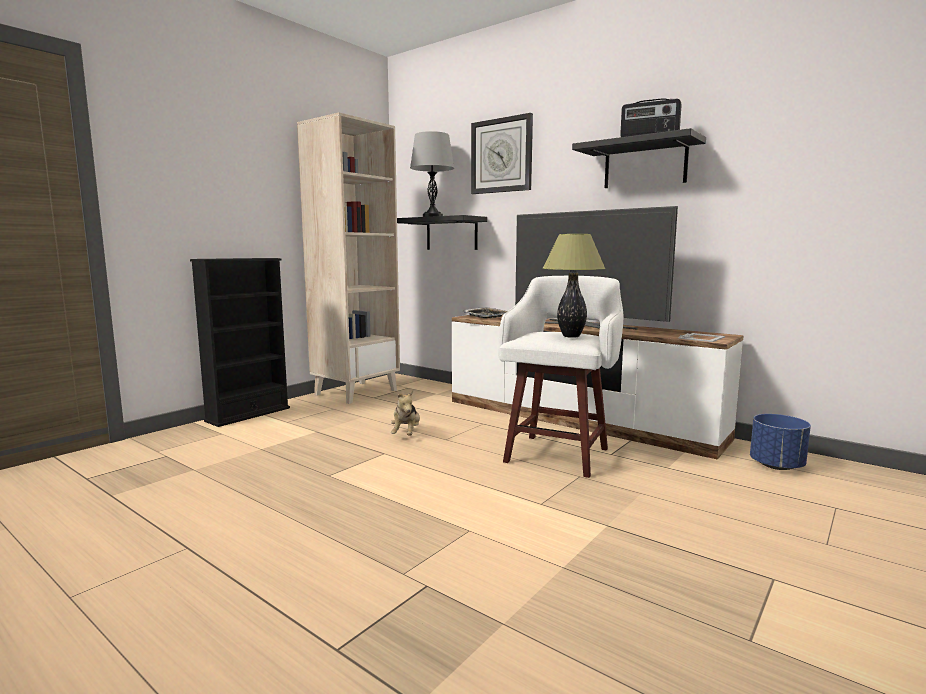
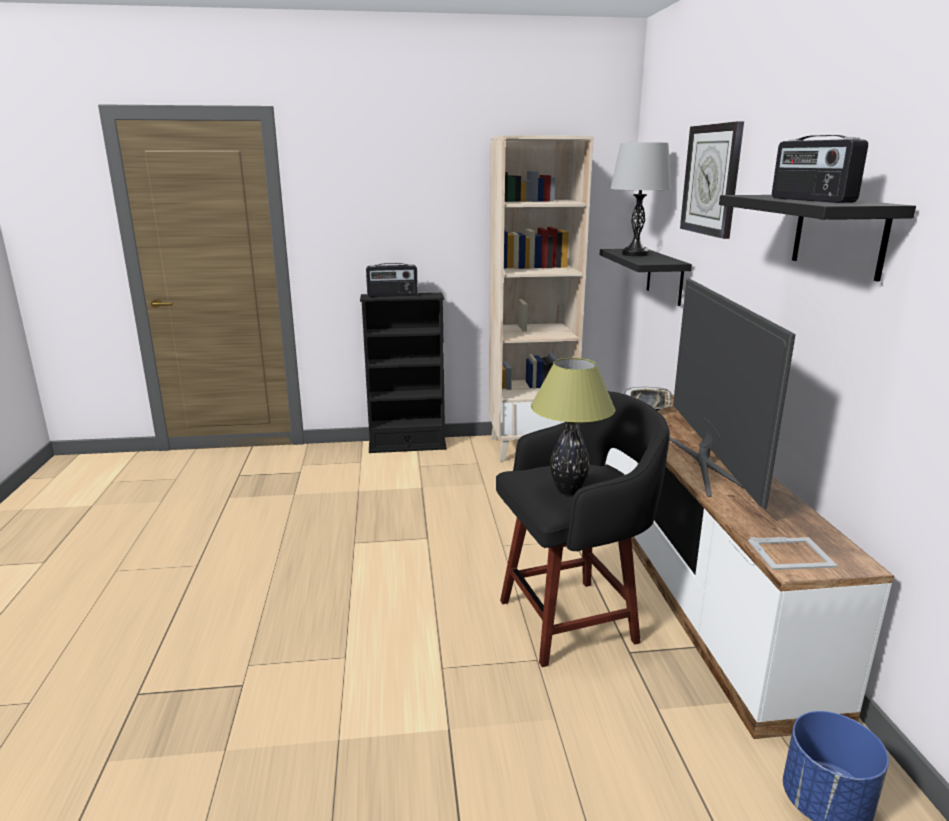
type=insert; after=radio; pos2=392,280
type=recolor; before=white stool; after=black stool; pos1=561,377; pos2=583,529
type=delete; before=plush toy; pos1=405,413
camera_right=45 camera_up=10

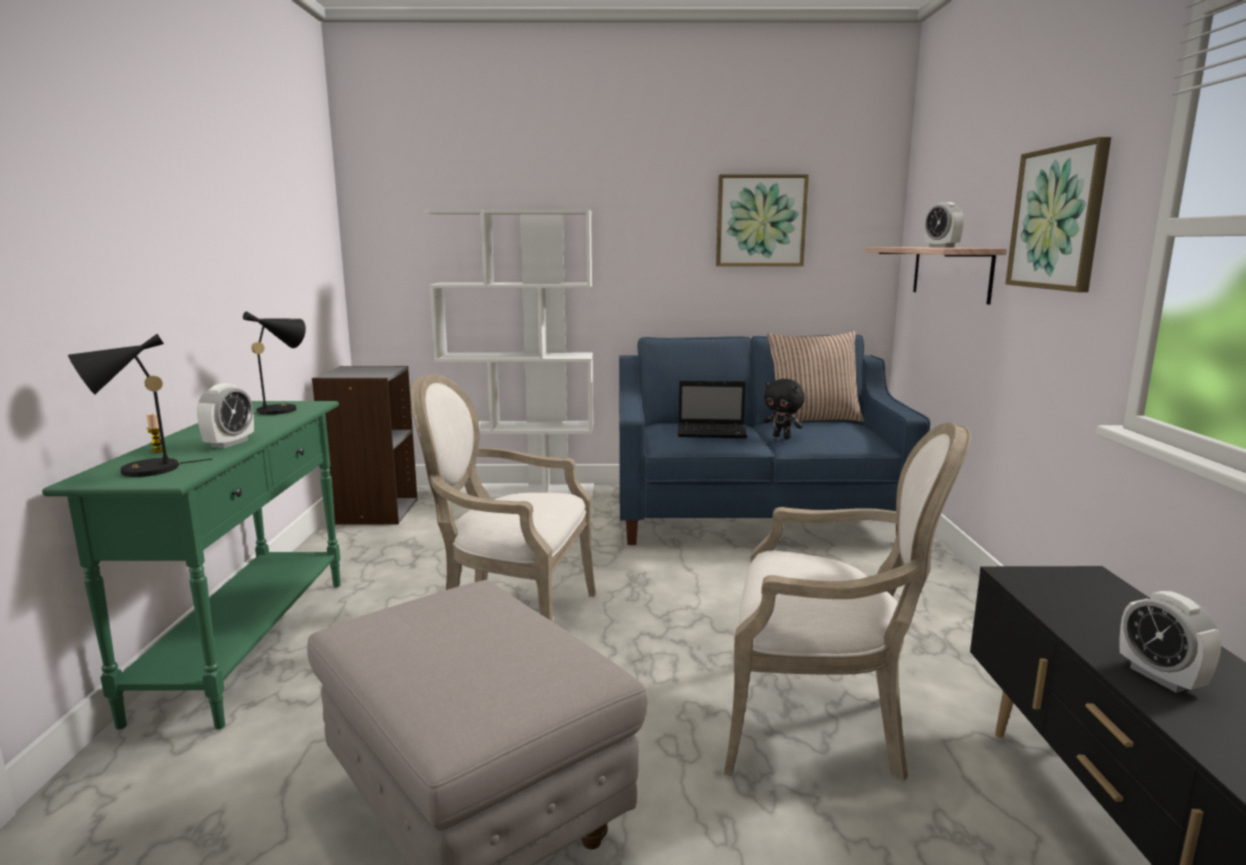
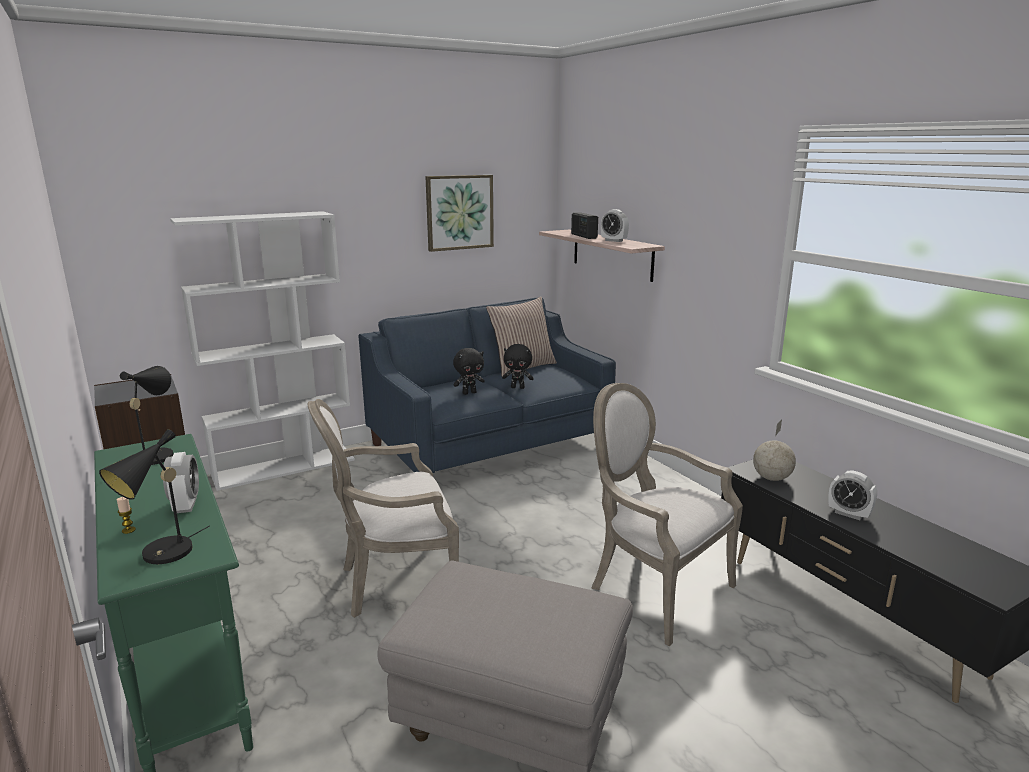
type=replace; before=laptop; after=black plush toy; pos1=712,409; pos2=469,371
type=insert; after=radio; pos2=584,225
type=rotate; before=armchair; pos1=847,601; pos2=667,514; turn=-120
type=insert; after=globe; pos2=774,450
type=delete; before=picture; pos1=1058,214
camera_right=-30 camera_up=5

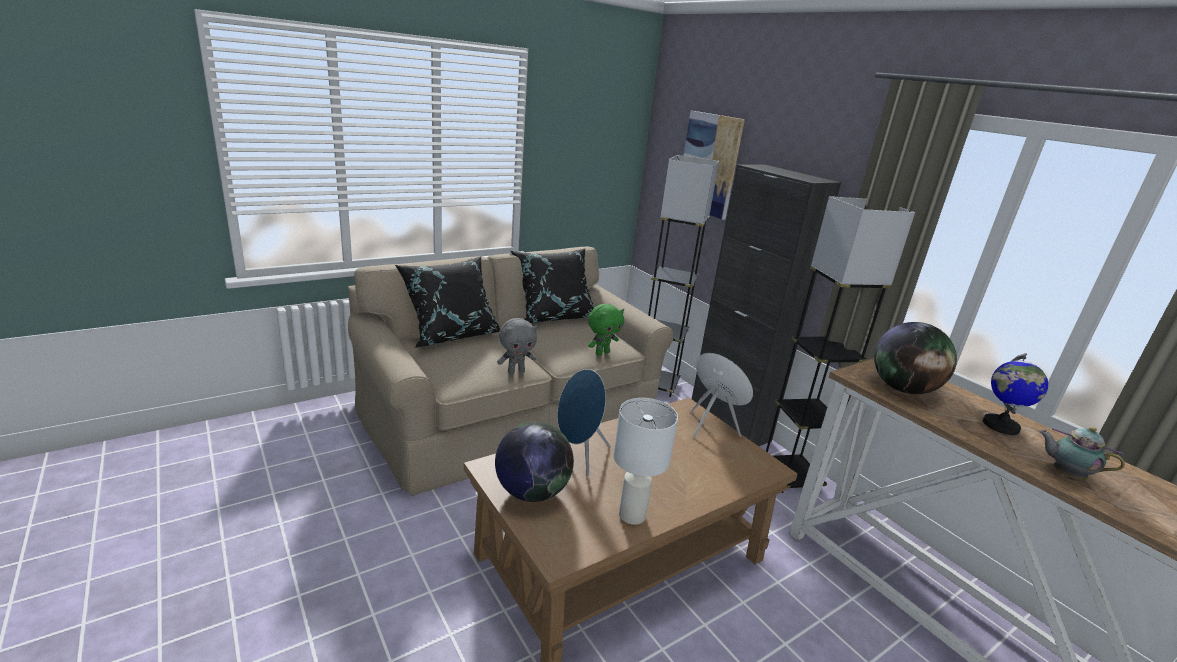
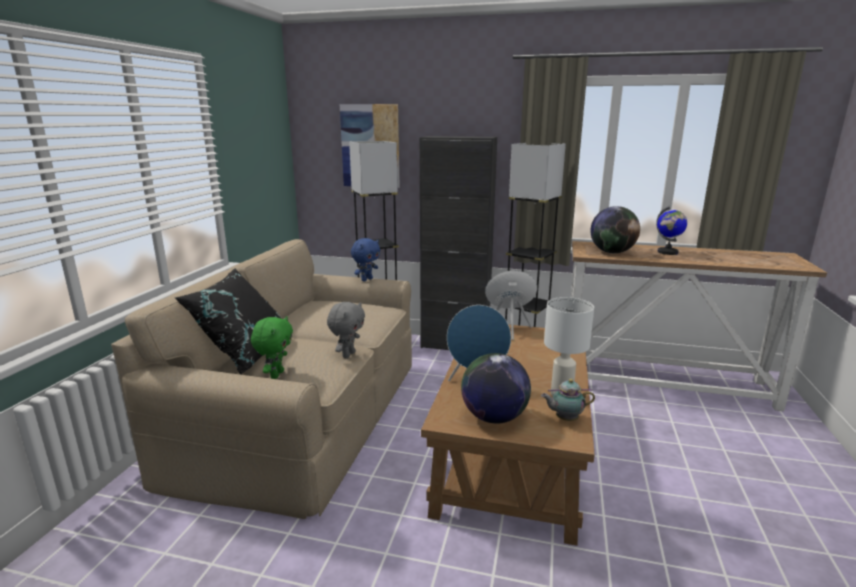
type=move; before=green plush toy; pos1=606,330; pos2=272,347
type=insert; after=blue plush toy; pos2=365,259
type=move; before=teapot; pos1=1082,453; pos2=568,400
type=delete; before=black pillow; pos1=552,286
camera_right=-40 camera_up=-5

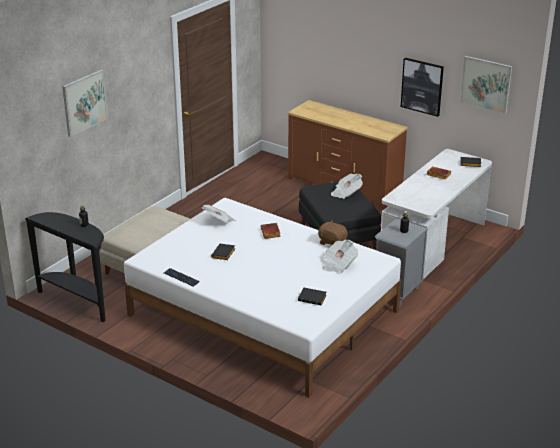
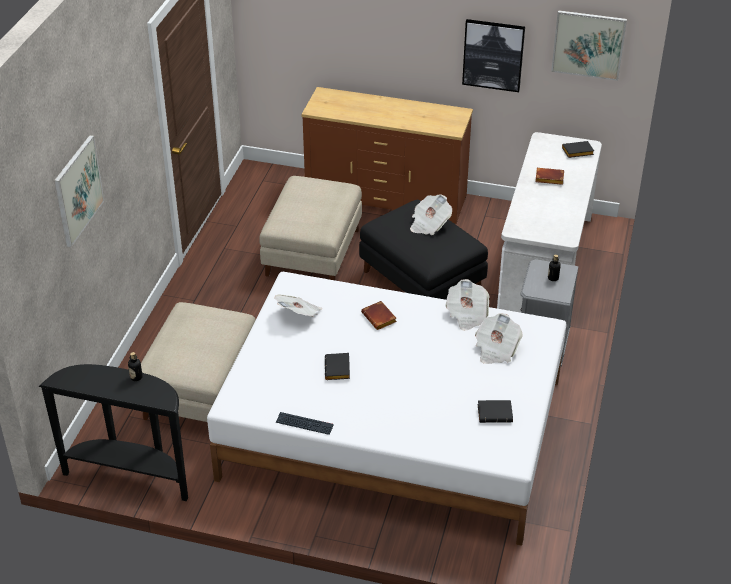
type=insert; after=beige ottoman; pos2=310,228
type=replace; before=brown plush toy; after=newspaper; pos1=333,233; pos2=467,305
camera_right=-20 camera_up=10

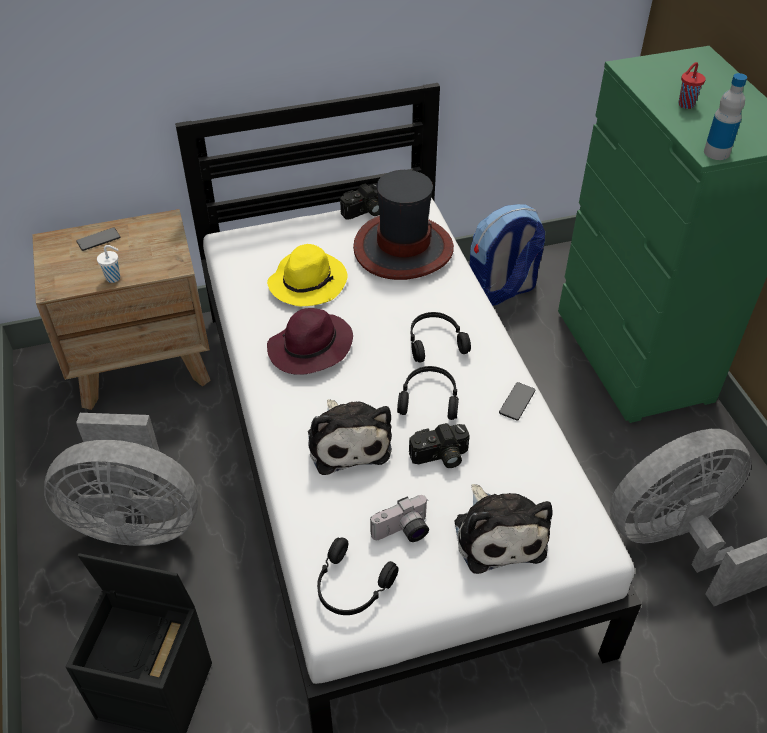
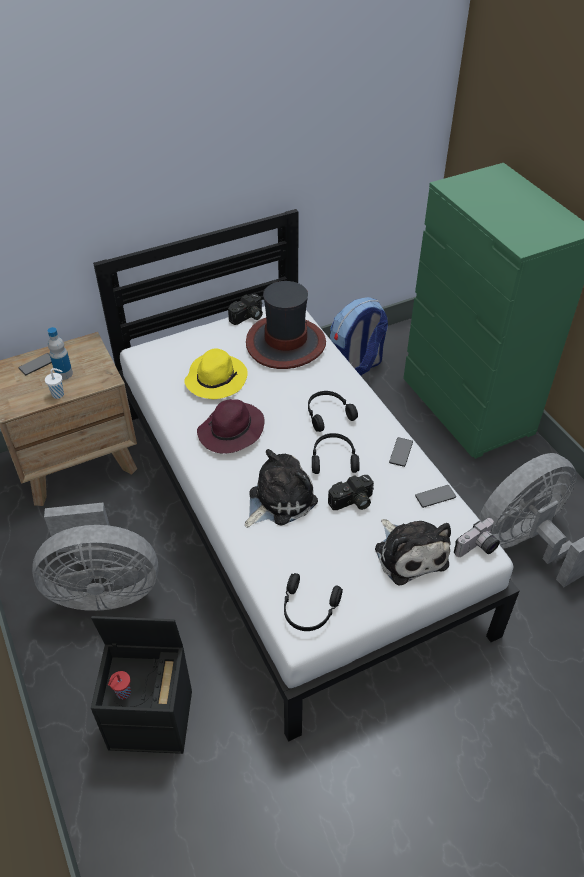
type=move; before=bottle; pos1=725,116; pos2=60,353
type=move; before=red cup; pos1=692,85; pos2=119,685
type=rotate; before=plush toy; pos1=350,437; pos2=281,488; turn=-105
type=insert; after=phone; pos2=435,496
type=move; before=photo camera; pos1=399,518; pos2=477,537
camera_right=-10 camera_up=0

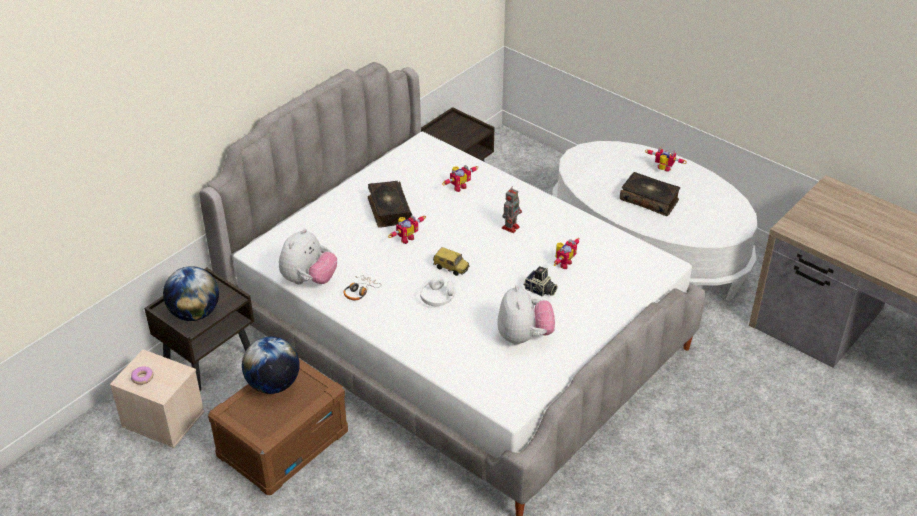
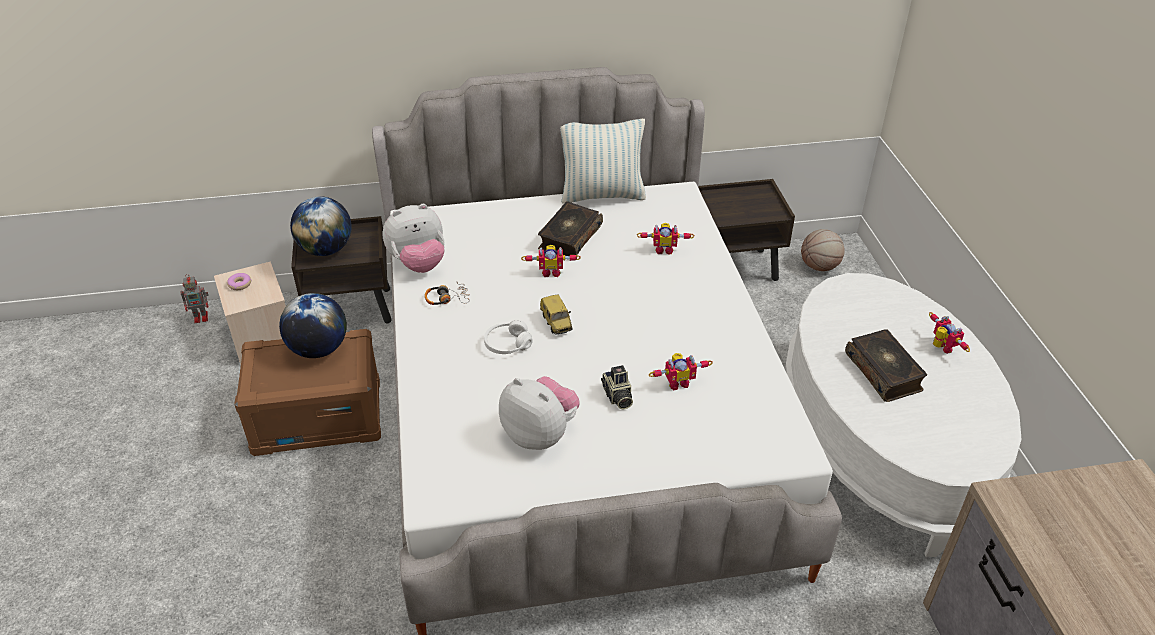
type=move; before=toy robot; pos1=512,209; pos2=194,298
type=rotate; before=plush toy; pos1=526,315; pos2=539,413; turn=-90
type=insert; after=pillow; pos2=603,161
type=insert; after=basketball; pos2=823,250
camera_right=40 camera_up=0

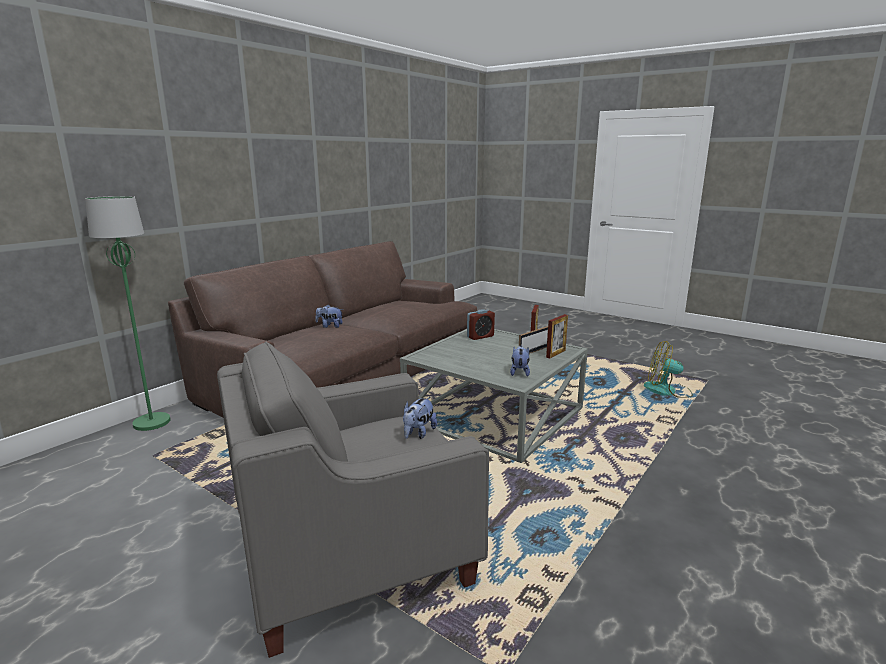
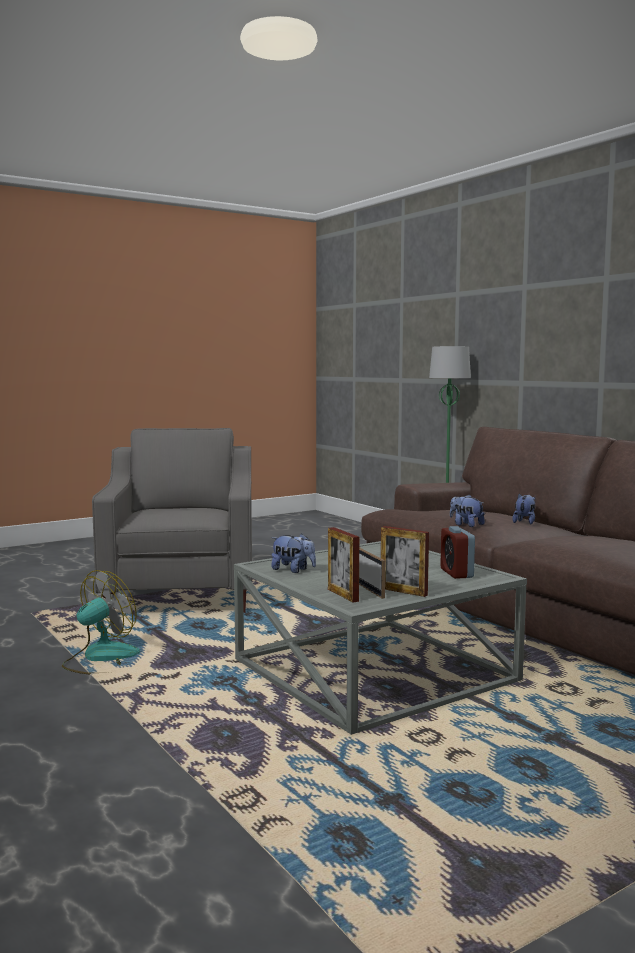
type=move; before=fan; pos1=668,369; pos2=101,622
type=move; before=plush toy; pos1=420,418; pos2=467,511
camera_right=110 camera_up=-10

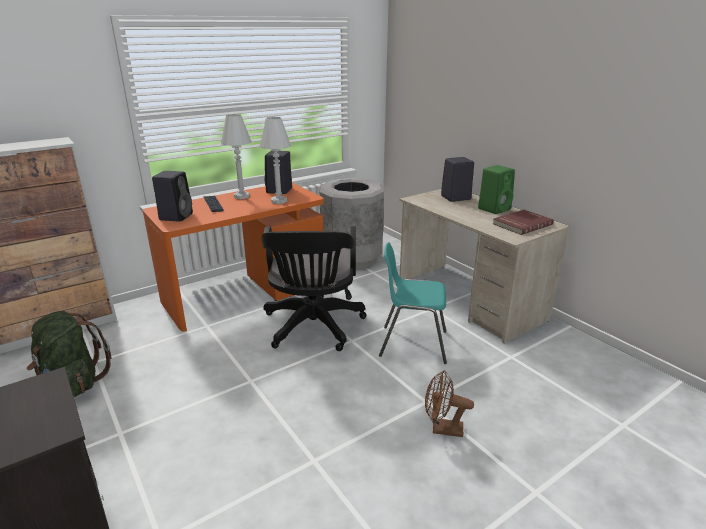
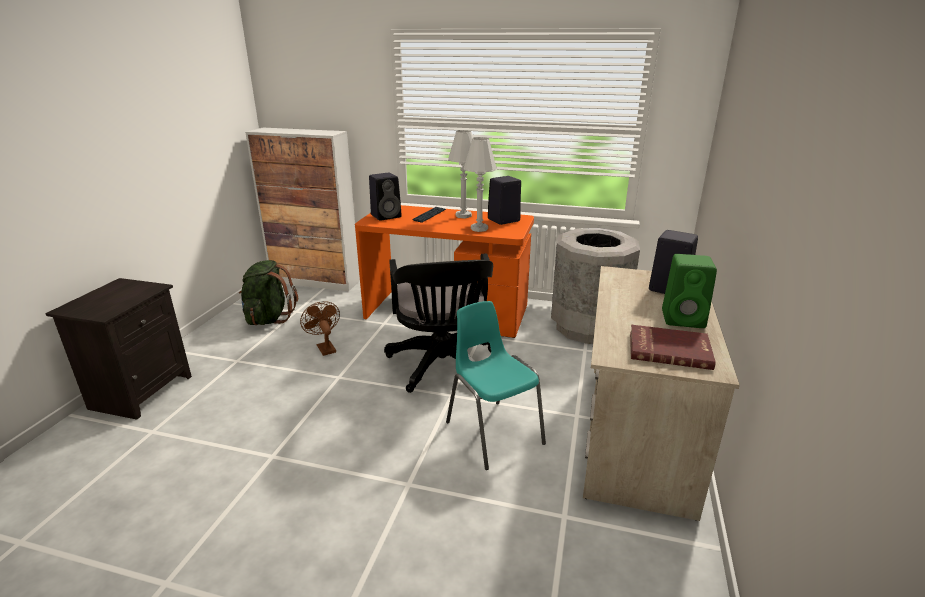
type=move; before=brown fan; pos1=449,403; pos2=320,328
type=rotate; before=black office chair; pos1=314,288; pos2=438,323; turn=-60
camera_right=50 camera_up=0

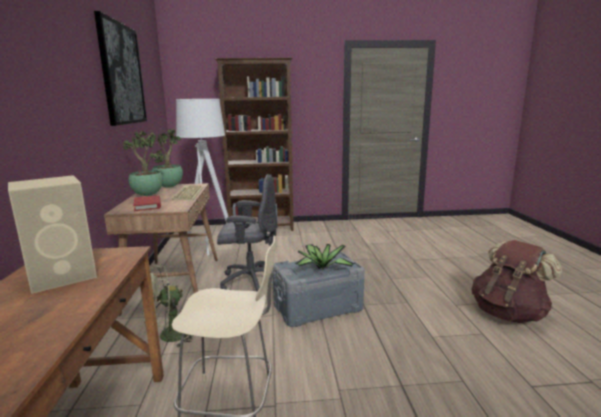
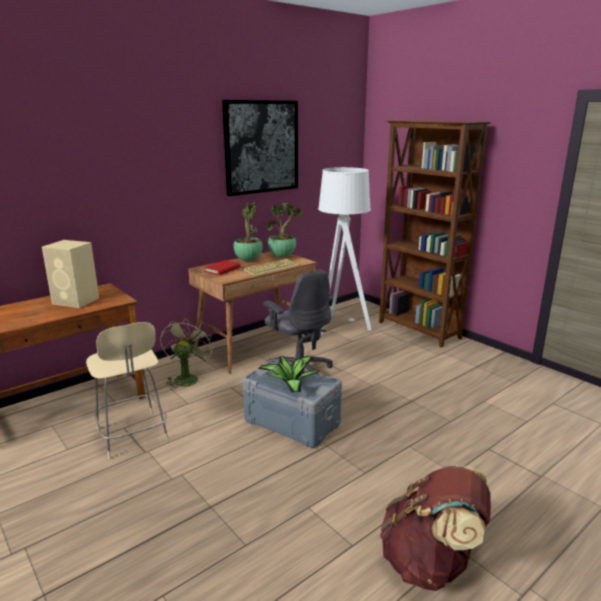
type=rotate; before=green fan; pos1=166,305; pos2=187,354; turn=75
camera_right=55 camera_up=5

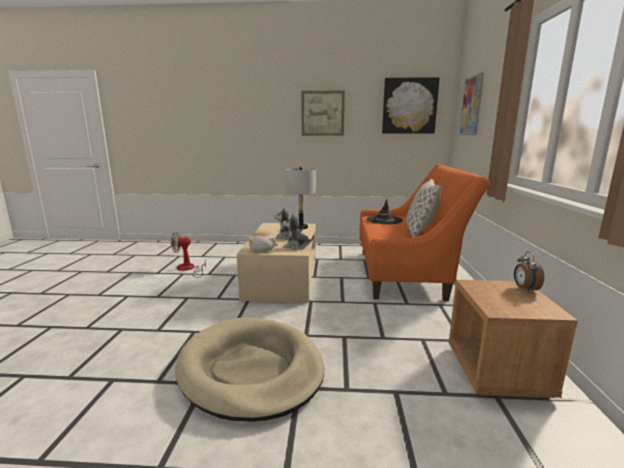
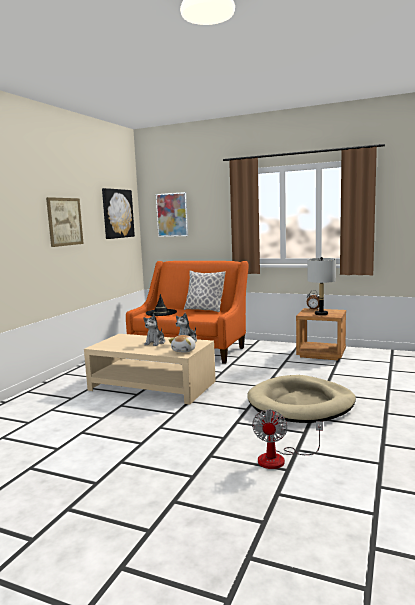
type=move; before=fan; pos1=188,255; pos2=287,439
type=move; before=grey table lamp; pos1=301,198; pos2=321,286
camera_right=-70 camera_up=-5

